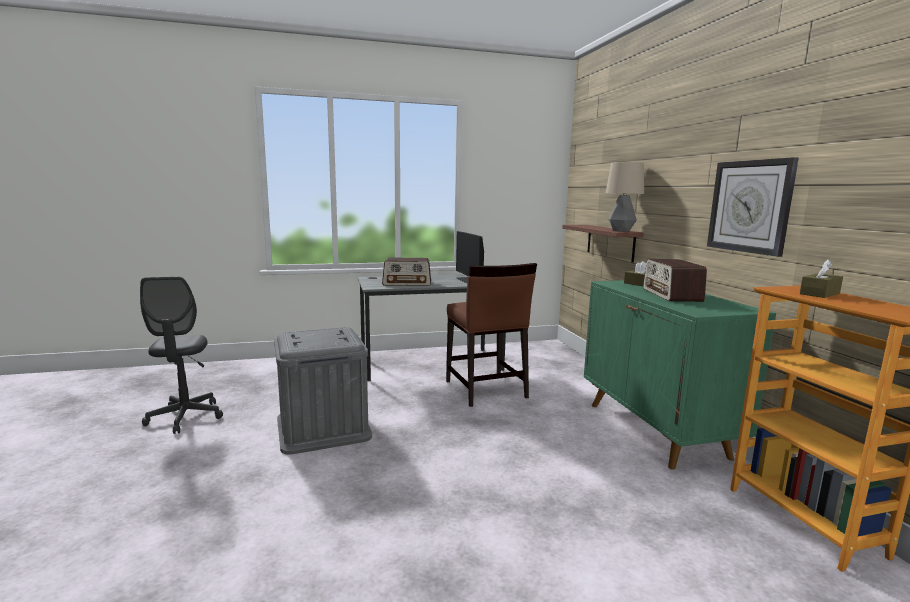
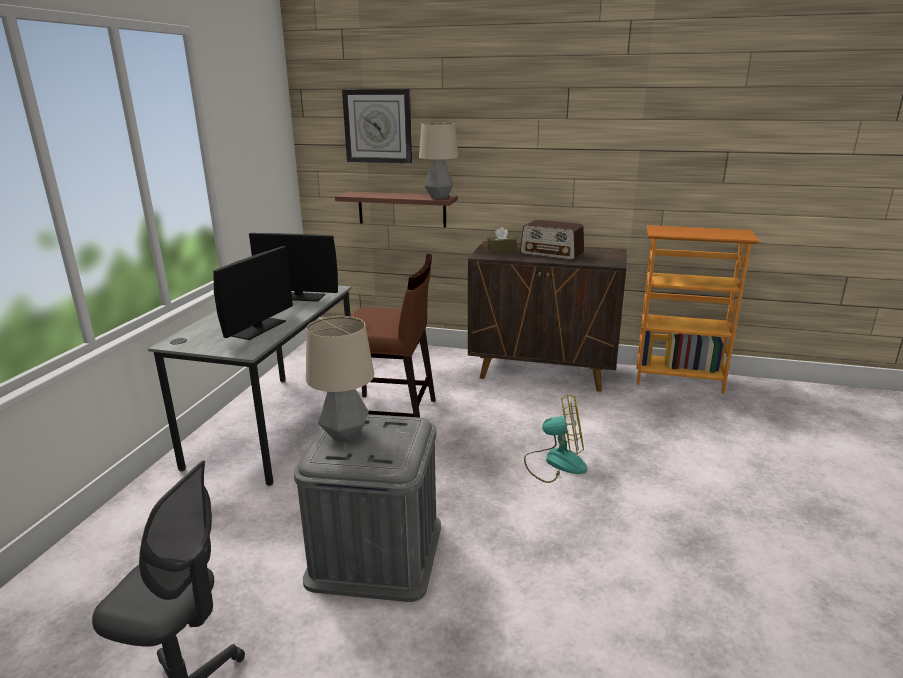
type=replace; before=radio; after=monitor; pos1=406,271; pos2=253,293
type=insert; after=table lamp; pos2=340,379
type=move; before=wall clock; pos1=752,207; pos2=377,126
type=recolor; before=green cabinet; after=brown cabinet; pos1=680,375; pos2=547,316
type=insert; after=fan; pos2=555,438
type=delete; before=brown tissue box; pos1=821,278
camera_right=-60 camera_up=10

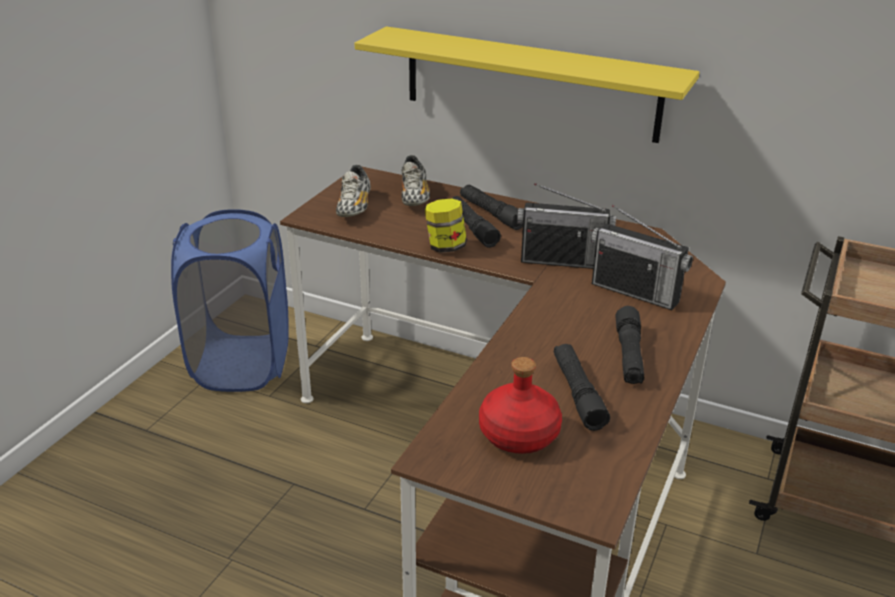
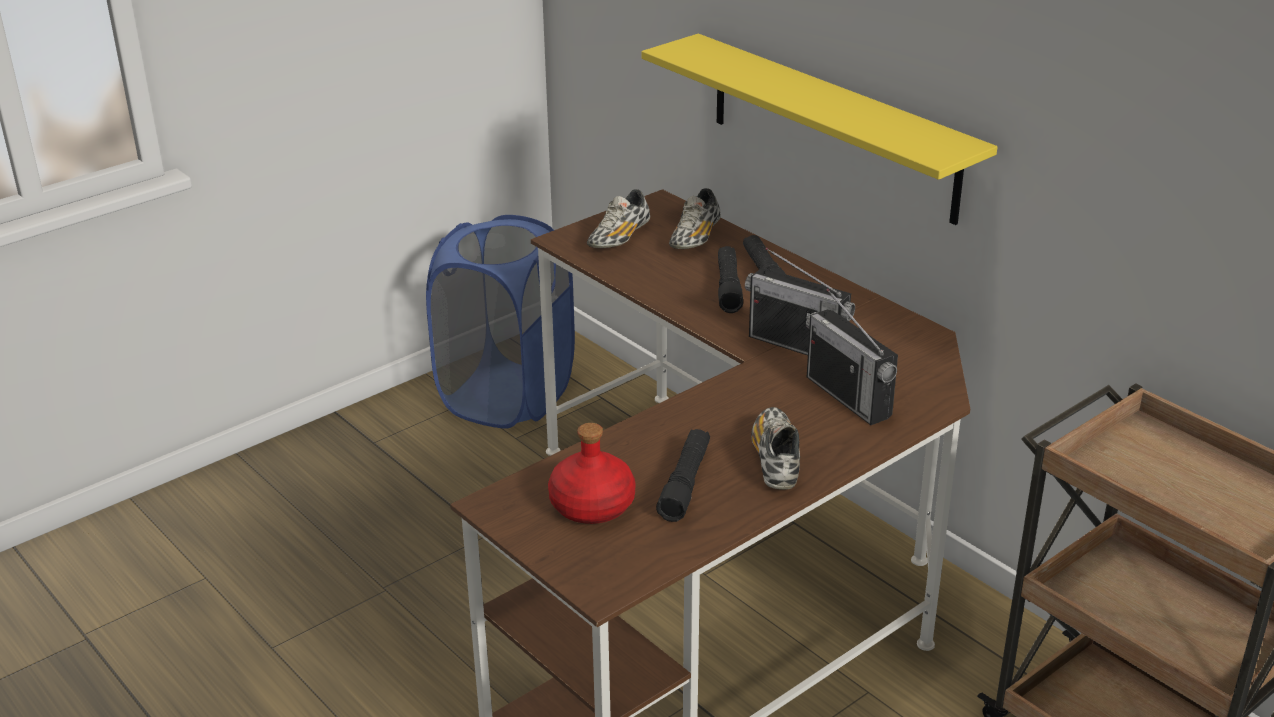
type=replace; before=black flashlight; after=shoe; pos1=630,345; pos2=775,448
type=delete; before=jar; pos1=446,226
camera_right=25 camera_up=0

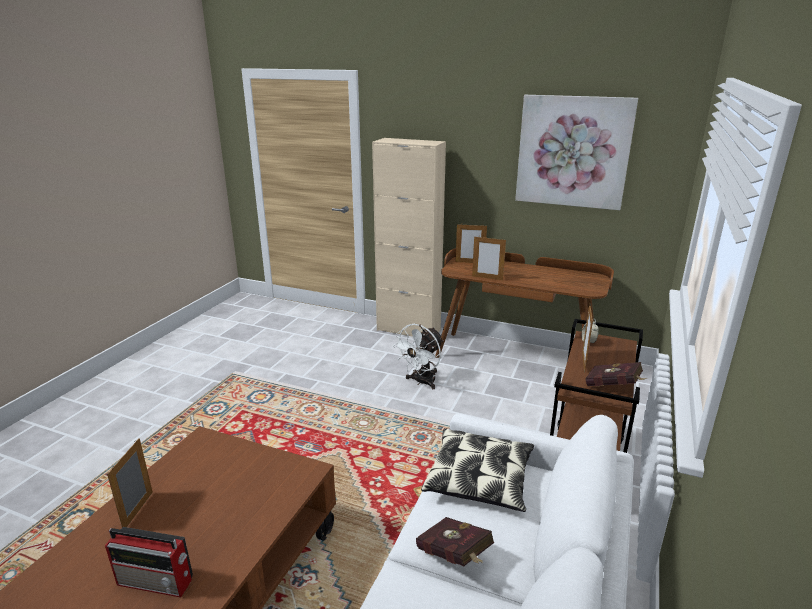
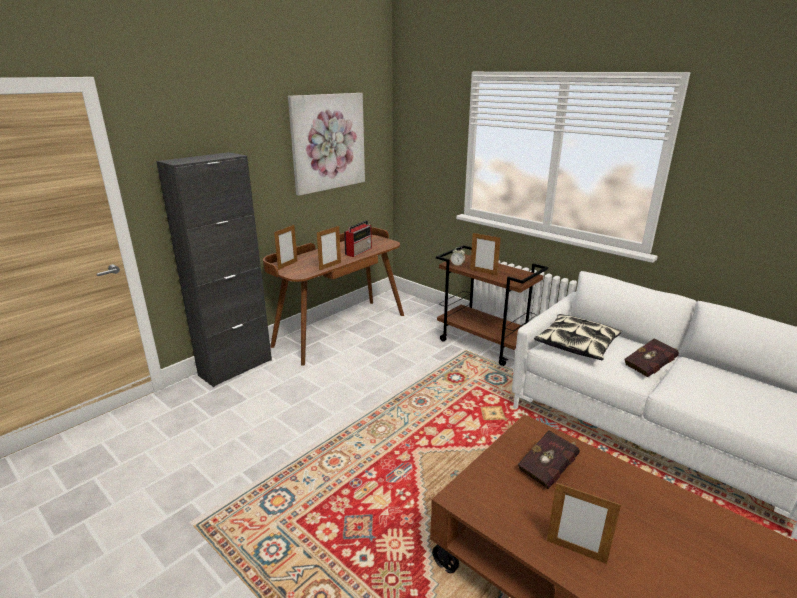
type=recolor; before=beige cabinet; after=black cabinet; pos1=409,237; pos2=214,269
type=move; before=radio; pos1=149,562; pos2=358,238
type=move; before=red book; pos1=615,374; pos2=549,460
type=delete; before=white fan; pos1=418,356
camera_right=-70 camera_up=0

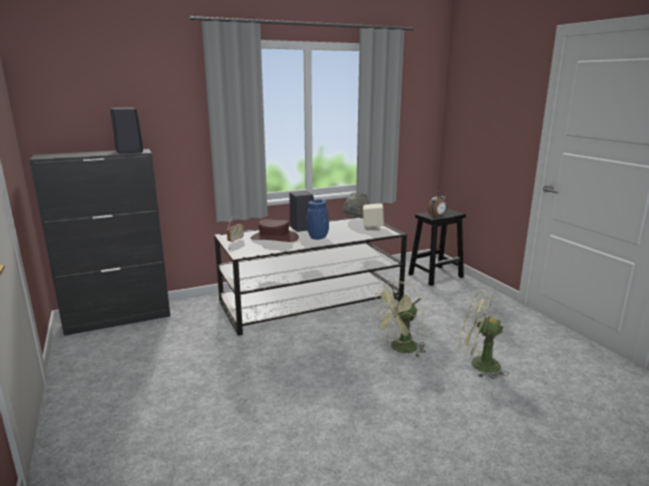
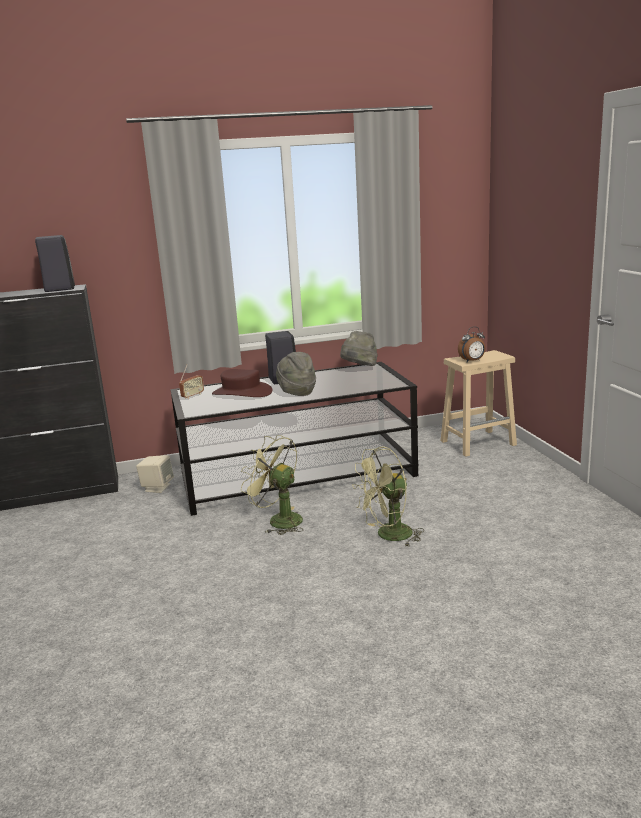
type=move; before=beige speaker; pos1=373,217; pos2=155,474
type=move; before=green fan; pos1=484,335; pos2=272,485
type=replace; before=blue vase; after=grey hat; pos1=318,220; pos2=296,374
type=recolor; before=black stool; after=beige stool; pos1=437,247; pos2=478,403
camera_right=10 camera_up=0

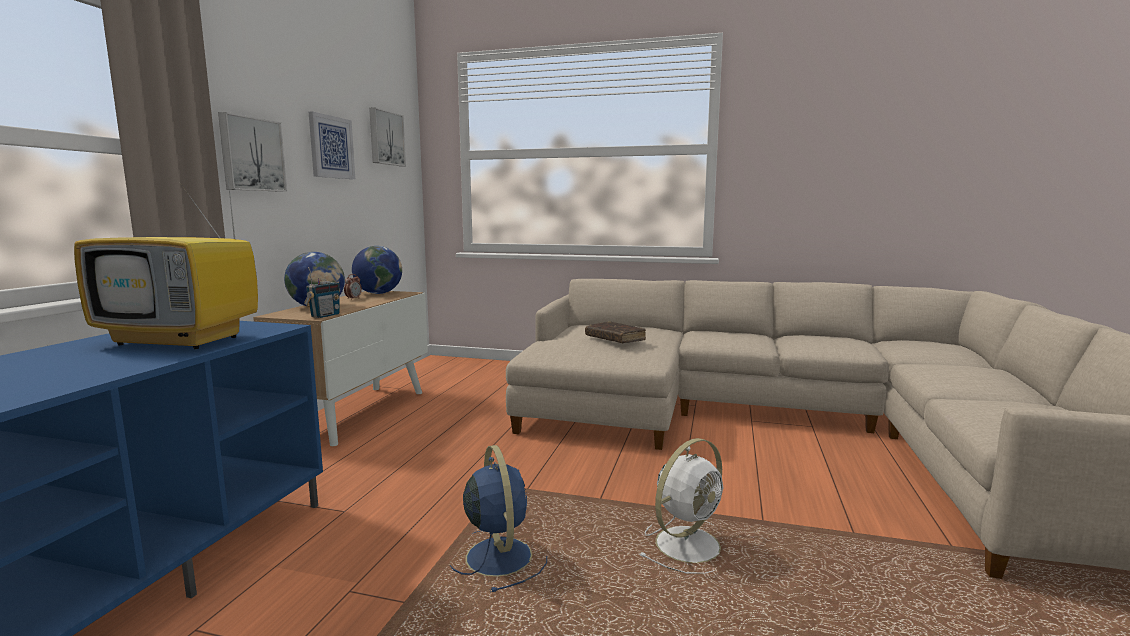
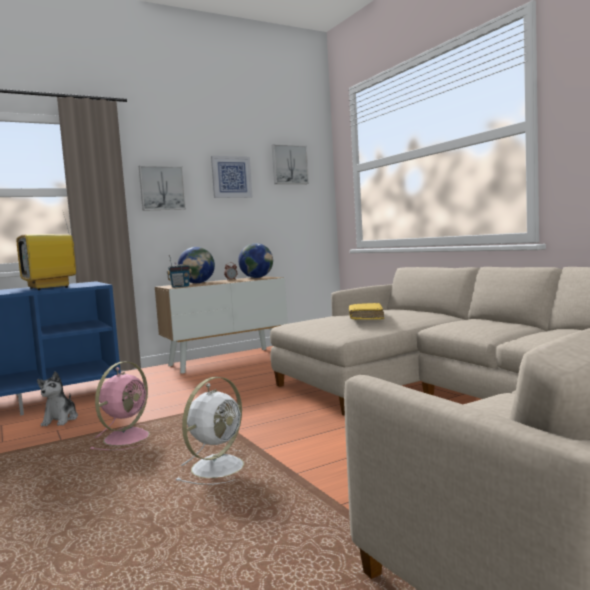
type=insert; after=plush toy; pos2=57,399
type=recolor; before=blue fan; after=pink fan; pos1=498,518; pos2=119,406
type=rotate; before=white fan; pos1=681,506; pos2=209,431; turn=-60
type=recolor; before=brown book; after=yellow book; pos1=615,332; pos2=366,311
camera_right=45 camera_up=-5

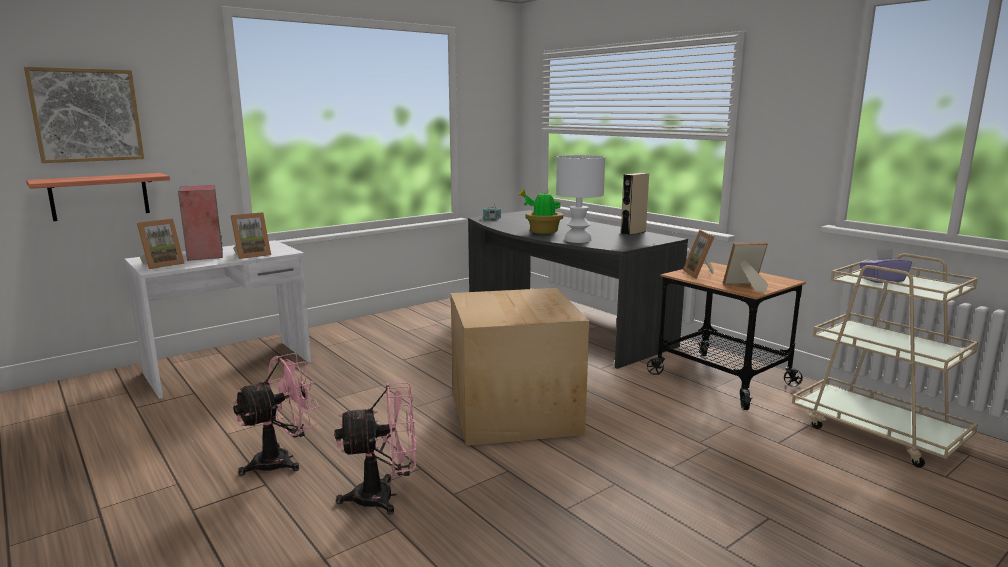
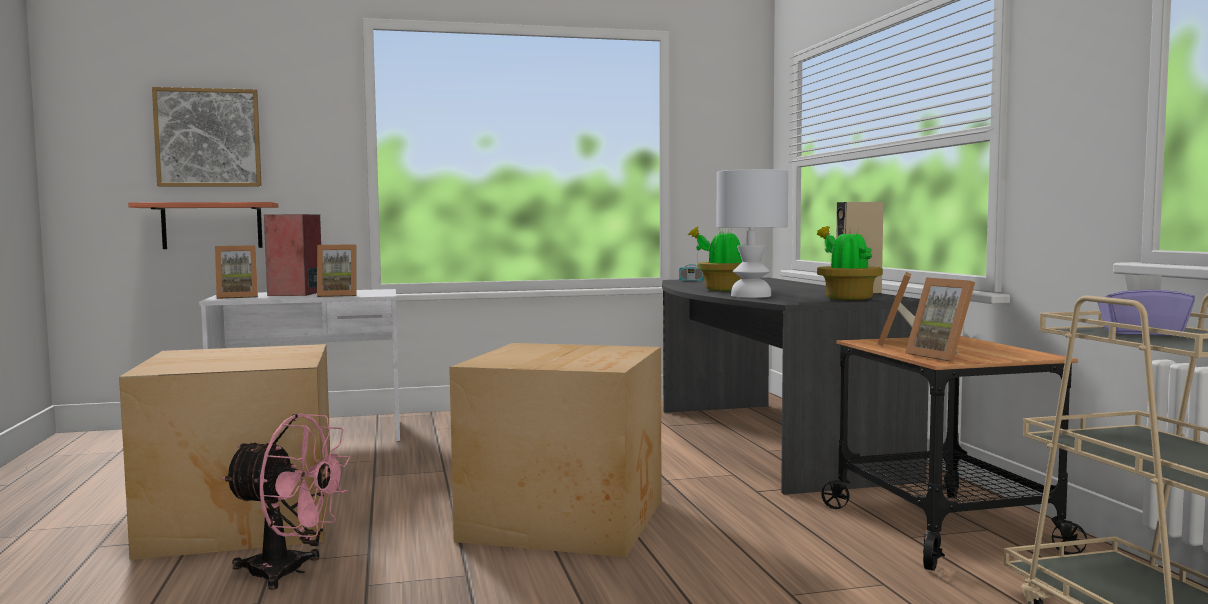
type=replace; before=pink fan; after=cardboard box; pos1=276,414; pos2=224,452
type=insert; after=potted plant; pos2=849,263
type=rotate; before=picture frame; pos1=745,267; pos2=940,319; turn=-135
camera_right=25 camera_up=-10

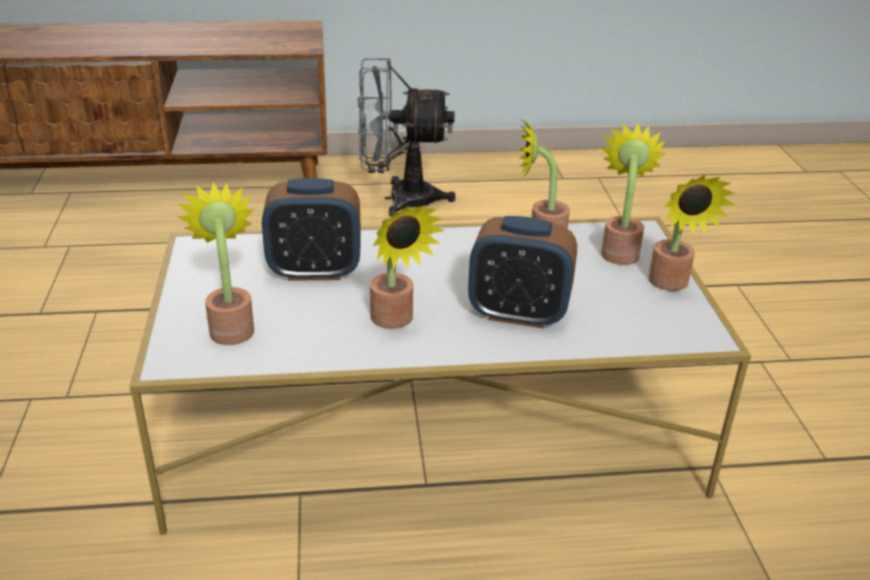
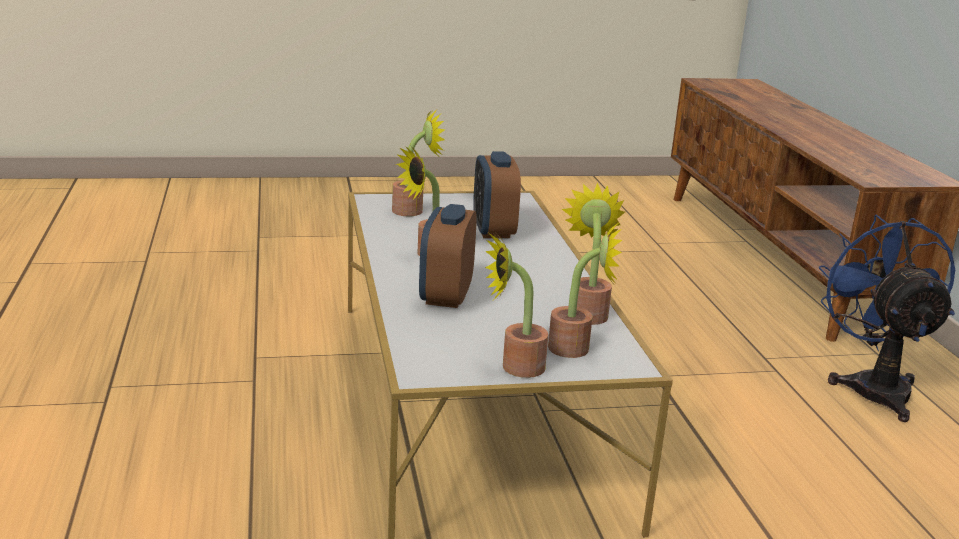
type=recolor; before=grey fan; after=blue fan; pos1=407,137; pos2=886,318
camera_right=85 camera_up=-10

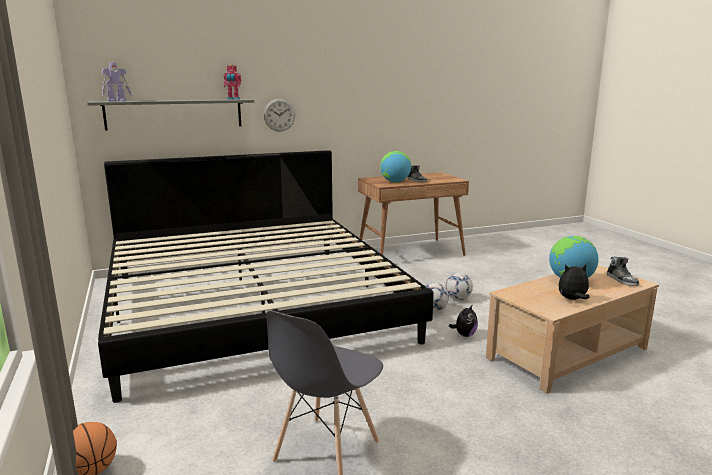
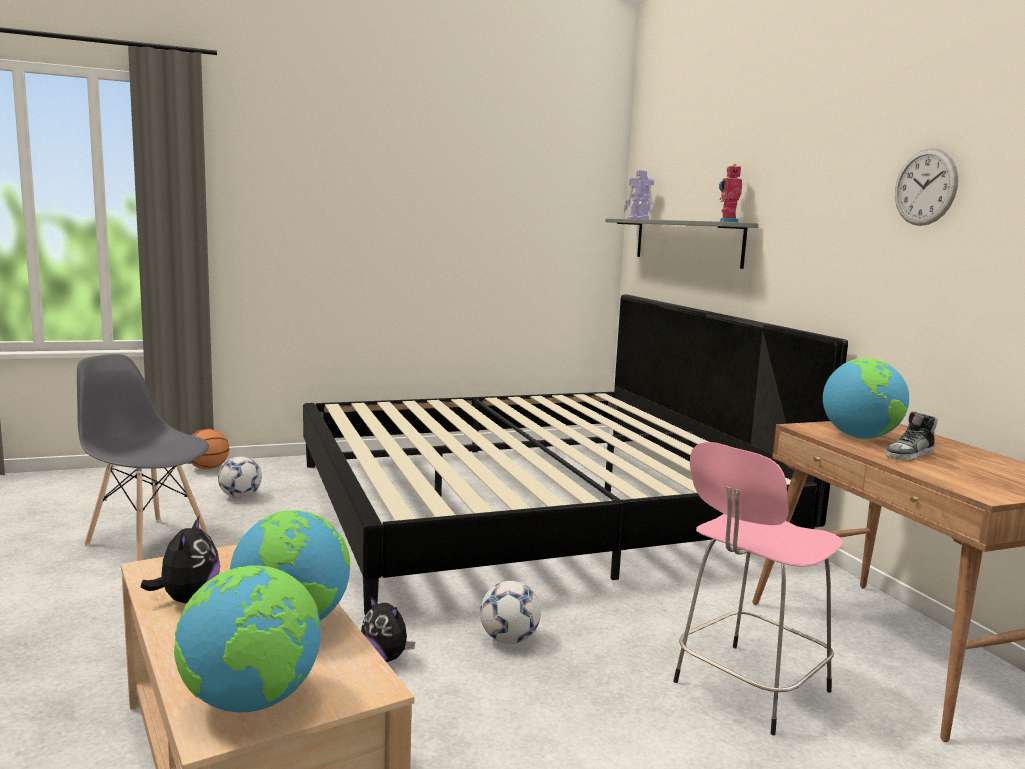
type=replace; before=shoe; after=globe; pos1=623,271; pos2=247,638
type=move; before=football; pos1=459,286; pos2=240,477
type=insert; after=pink stool; pos2=758,588
type=move; before=wall clock; pos1=279,115; pos2=926,187
camera_right=90 camera_up=-5

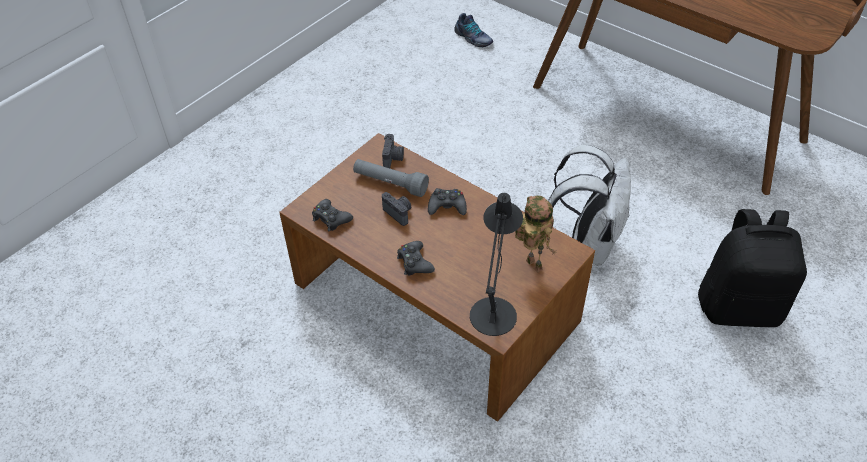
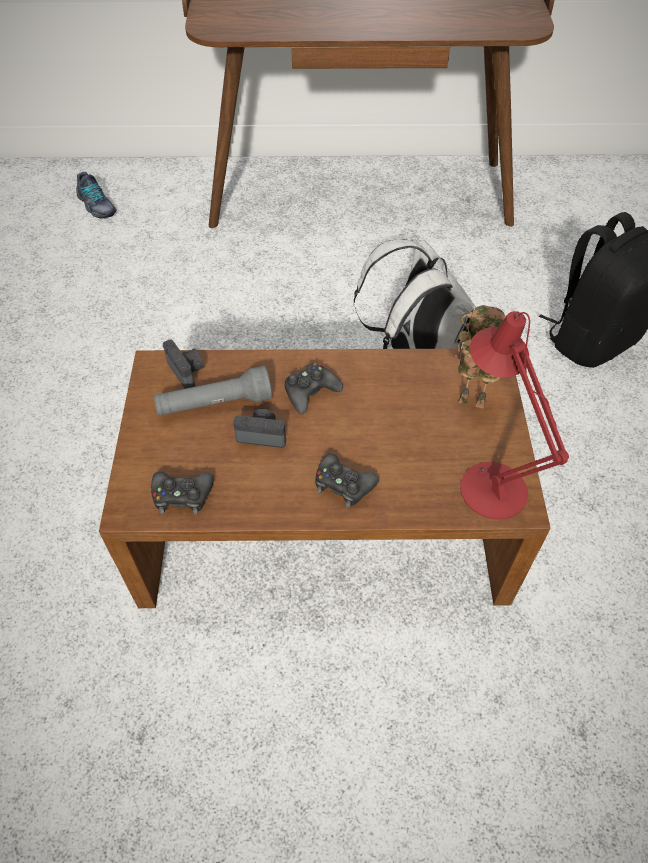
type=rotate; before=shoe; pos1=473,30; pos2=96,195; turn=45
type=recolor; before=black table lamp; after=red table lamp; pos1=496,264; pos2=514,415
camera_right=-40 camera_up=5

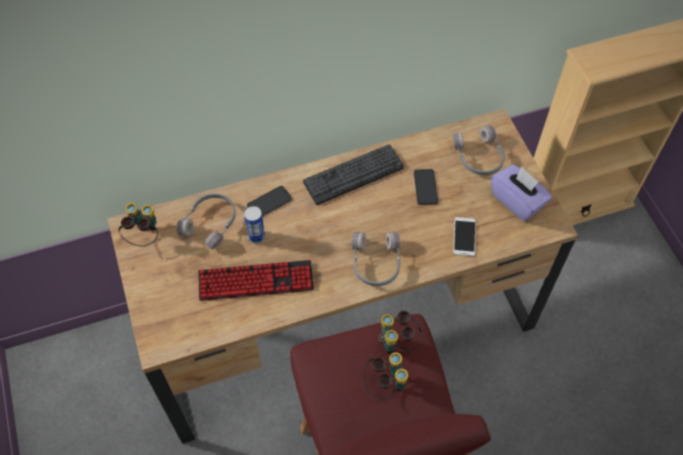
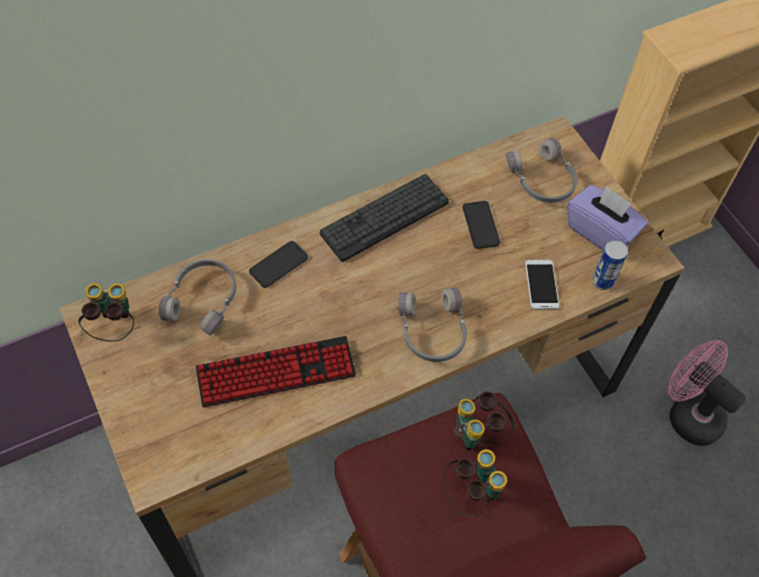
type=move; before=can; pos1=254,224; pos2=610,265
type=insert; after=pink fan; pos2=707,393
camera_right=-10 camera_up=0

